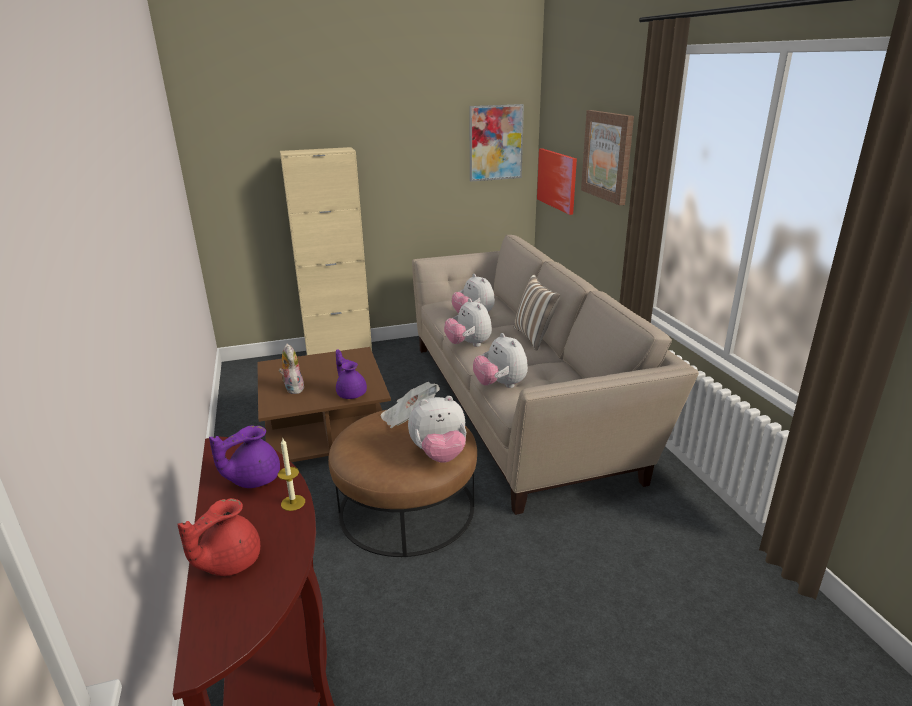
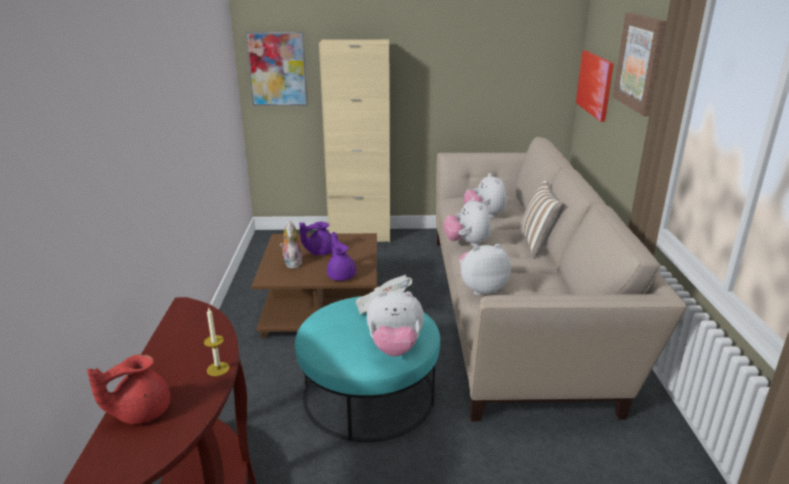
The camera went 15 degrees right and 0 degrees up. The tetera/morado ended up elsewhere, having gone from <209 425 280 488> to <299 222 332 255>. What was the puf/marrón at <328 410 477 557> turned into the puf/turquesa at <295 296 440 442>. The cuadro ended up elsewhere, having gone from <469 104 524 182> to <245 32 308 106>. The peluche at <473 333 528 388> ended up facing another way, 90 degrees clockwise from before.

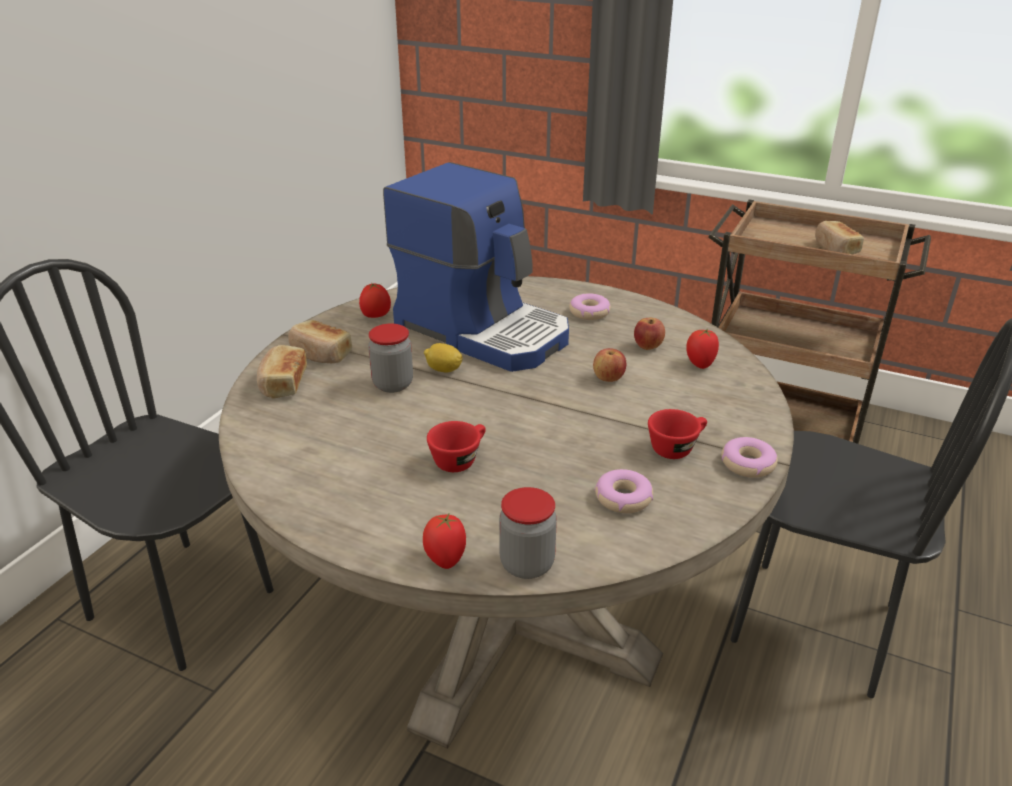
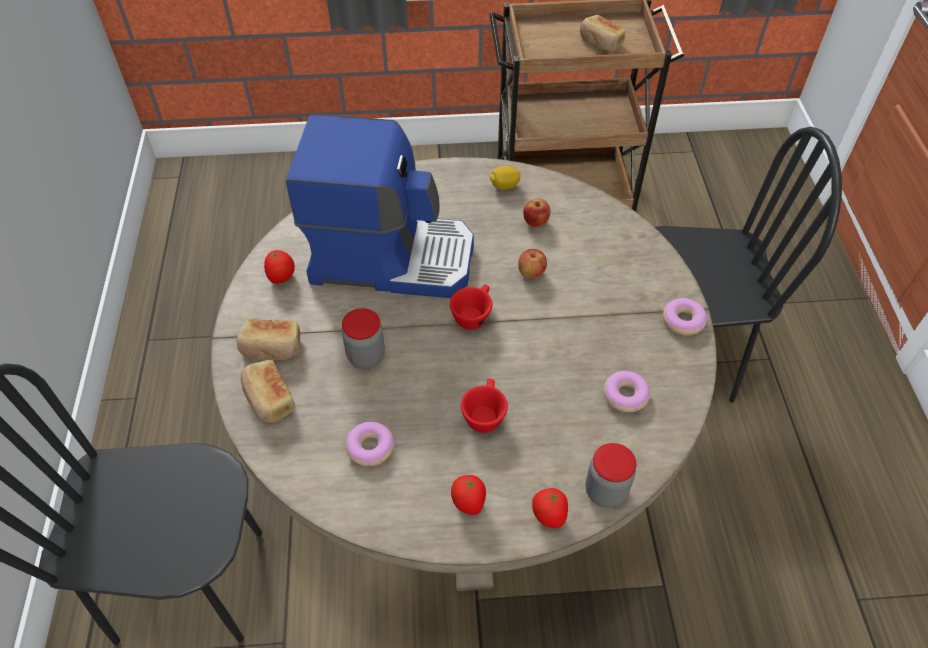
The camera went 30 degrees left and 20 degrees up. The limón ended up elsewhere, having gone from <424 343 463 373> to <490 166 521 190>. The rosquilla ended up elsewhere, having gone from <569 293 611 320> to <346 422 395 466>. The taza/rojo ended up elsewhere, having gone from <648 409 707 459> to <450 284 492 330>. The tomate ended up elsewhere, having gone from <686 329 719 369> to <451 475 486 515>.

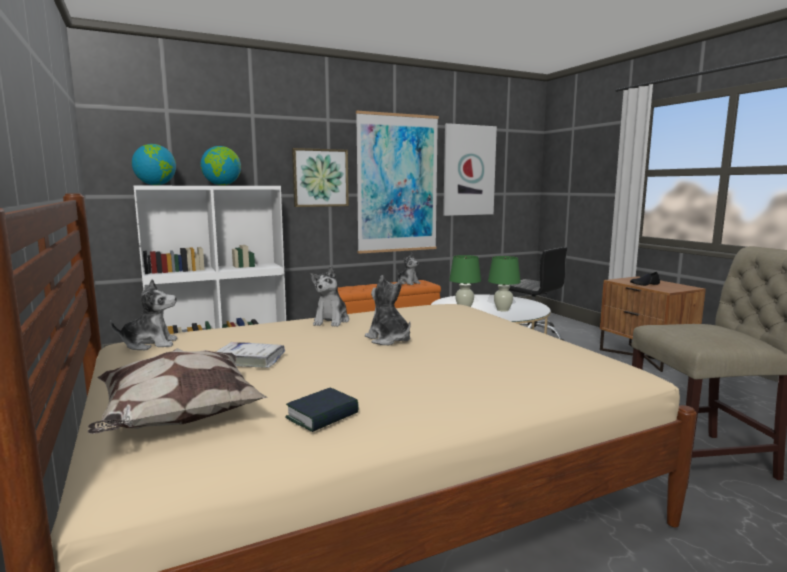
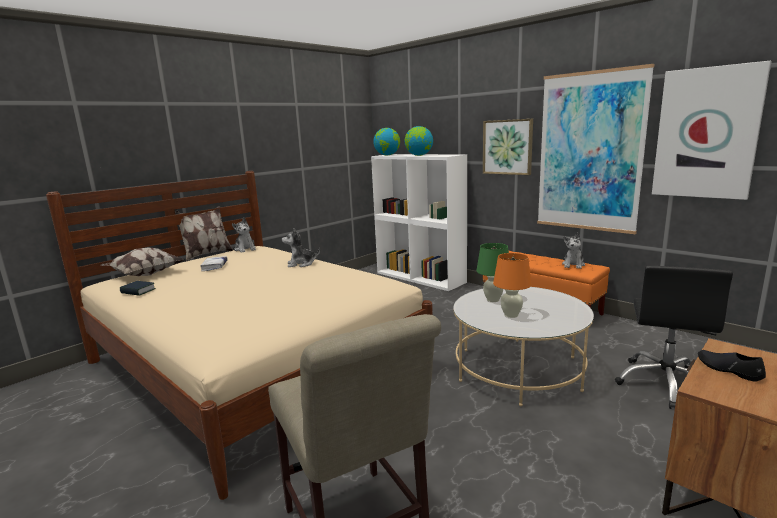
The camera went 70 degrees right and 5 degrees up. The second view lost the peluche at <365 275 410 345>. What was the lámpara de mesa/verde at <488 256 521 312> turned into the lámpara de mesa/naranja at <493 253 532 318>. The second view gained the cojín at <175 206 233 261>.

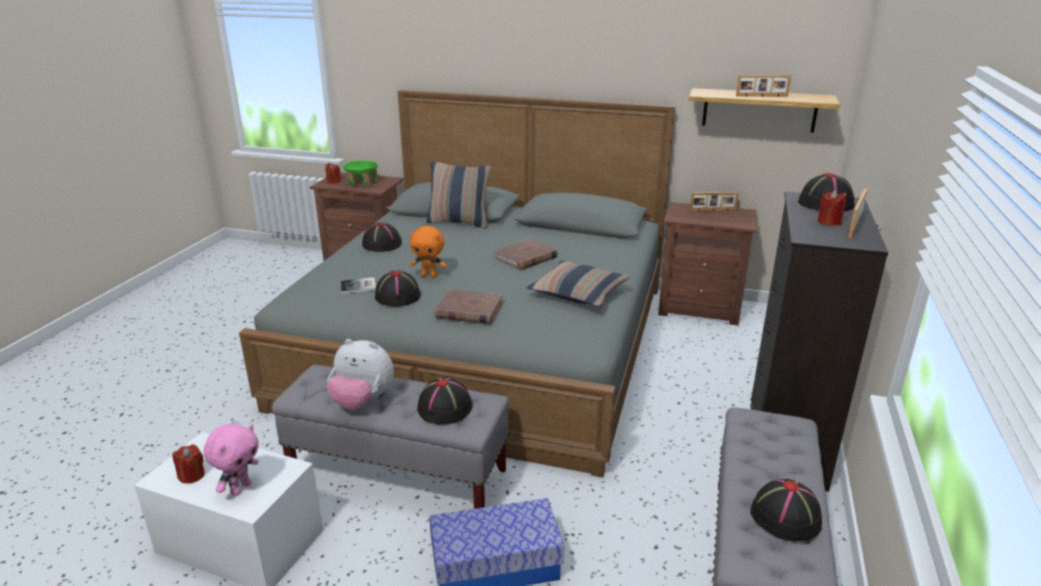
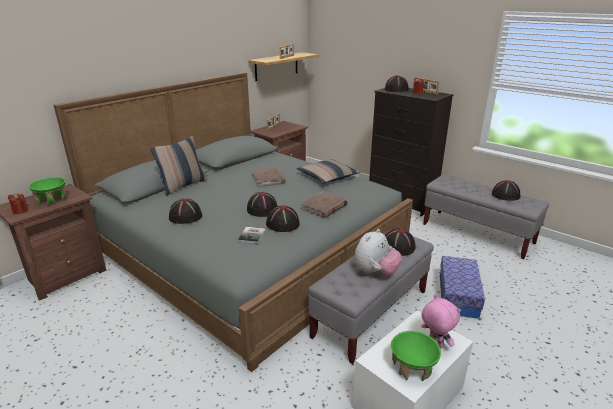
The camera went 65 degrees left and 0 degrees up. Where the vela/rojo stood at <172 444 205 484>, the cuenco/verde came to stand at <391 331 441 381>. Where the peluche/naranja stood at <409 226 447 278>, the sombrero/negro came to stand at <247 192 277 217>.

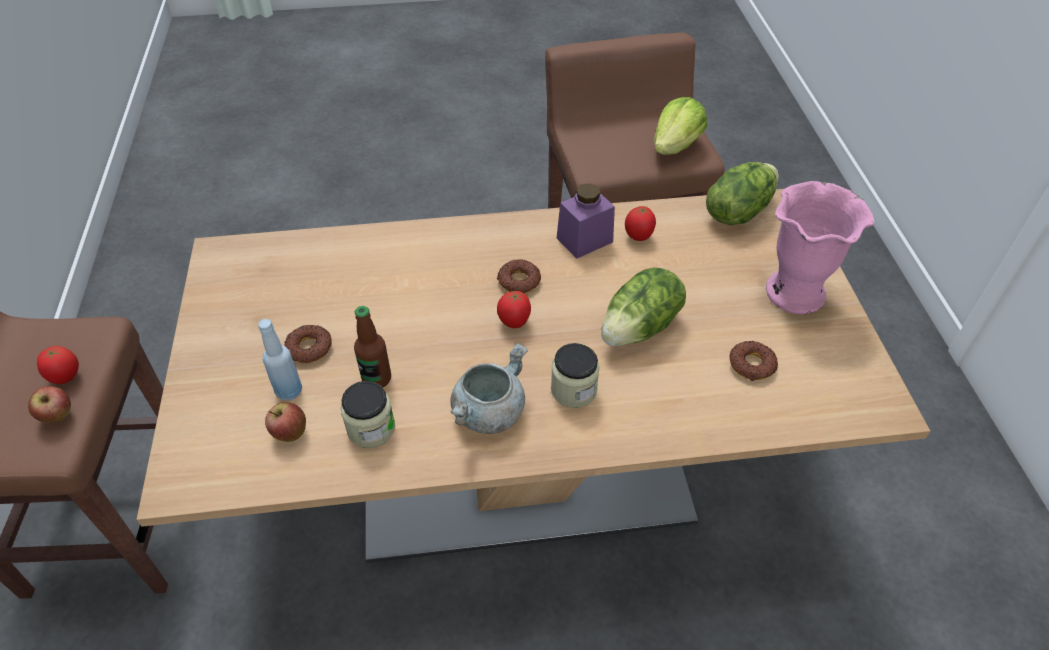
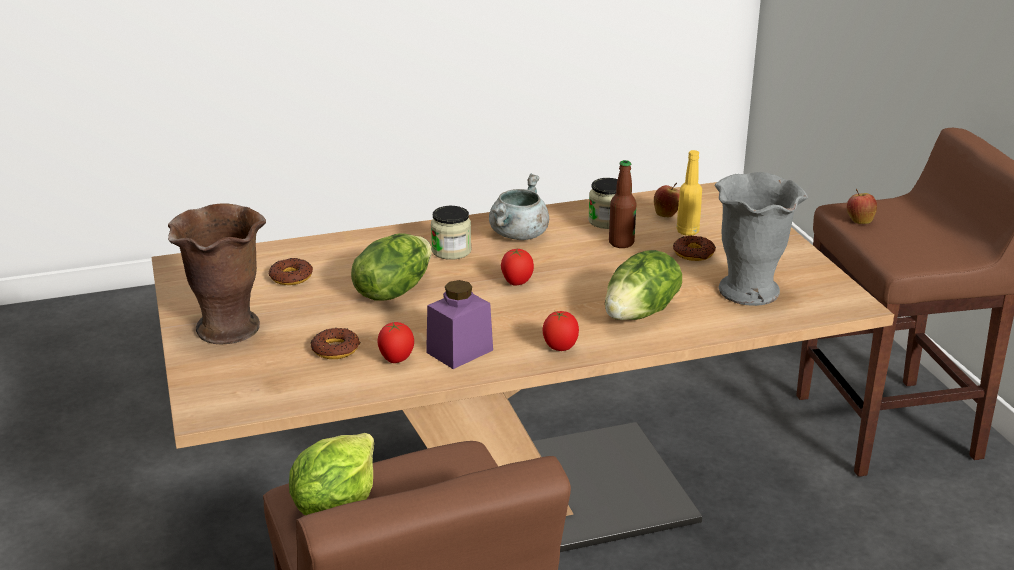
The camera went 170 degrees right and 20 degrees down. The tomate ended up elsewhere, having gone from <37 346 79 384> to <542 311 579 351>. What was the botella/azul at <258 319 302 400> turned into the botella/amarillo at <677 150 702 236>. The rosquilla ended up elsewhere, having gone from <497 259 541 293> to <311 328 361 359>. The lechuga ended up elsewhere, having gone from <706 162 779 225> to <605 250 682 320>. What was the florero/rosa at <766 181 874 314> turned into the florero/marrón at <168 203 266 345>. The second view gained the florero/gris at <714 172 808 306>.

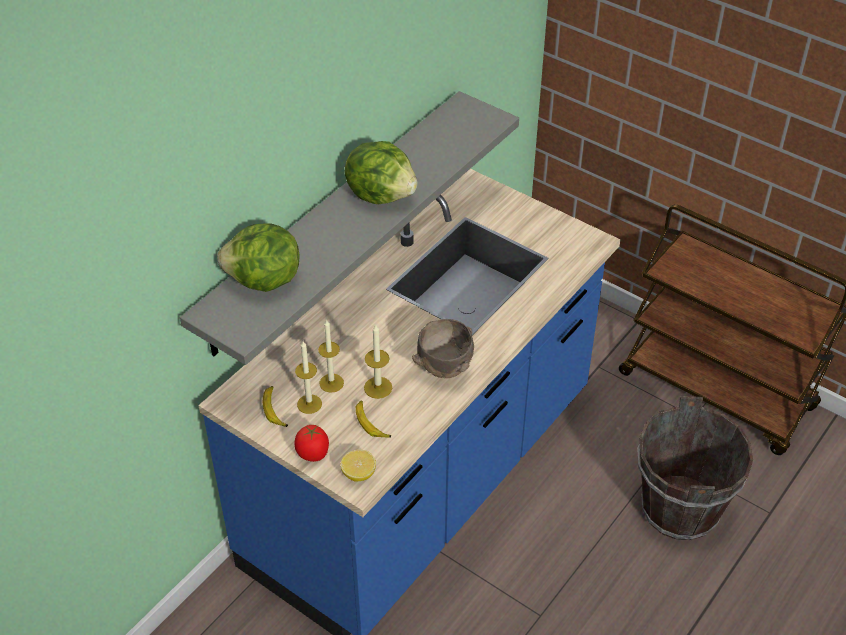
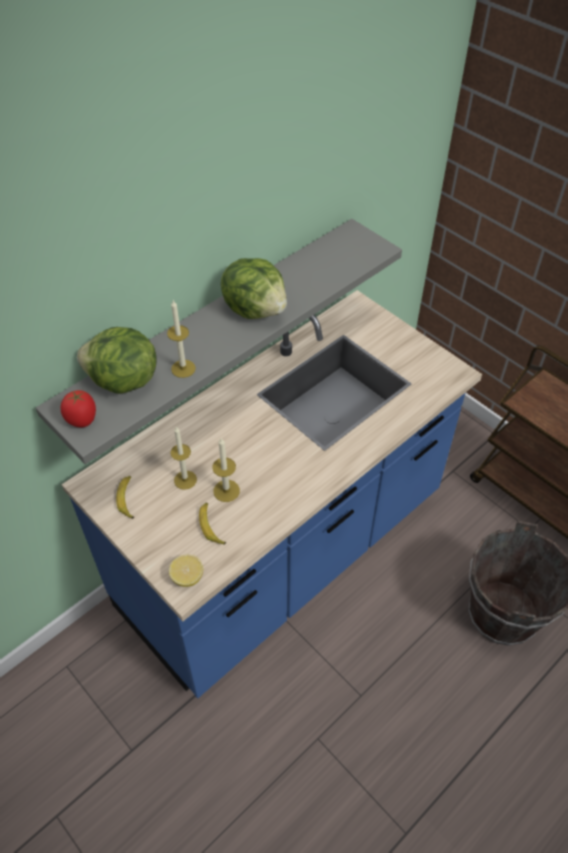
The camera went 10 degrees right and 5 degrees up. The tomate ended up elsewhere, having gone from <294 425 329 462> to <61 390 96 428>. The vela ended up elsewhere, having gone from <295 341 322 414> to <167 300 196 378>. The second view lost the cuenco/marrón at <412 319 474 378>.

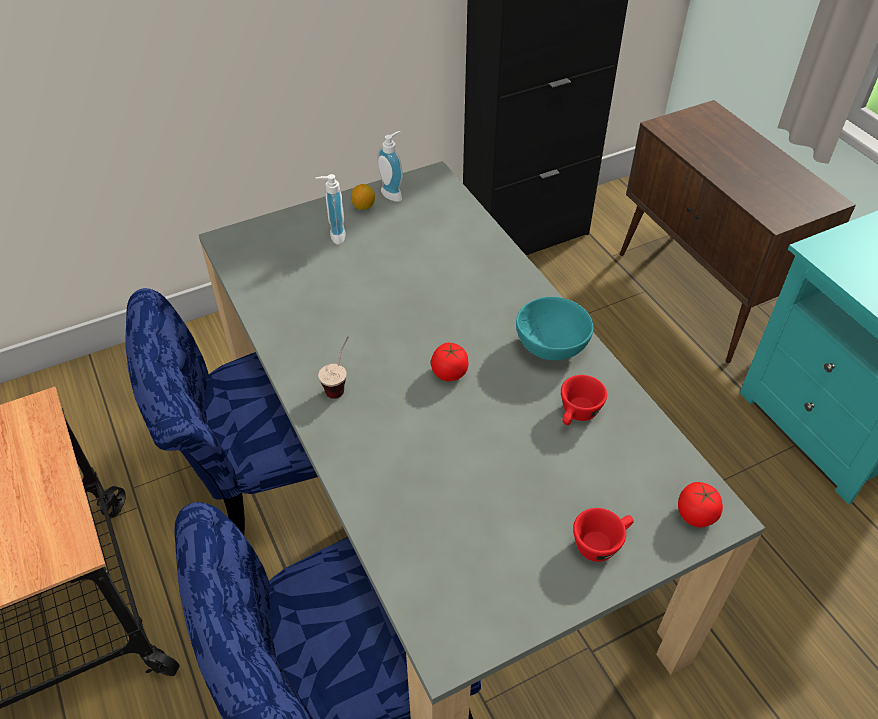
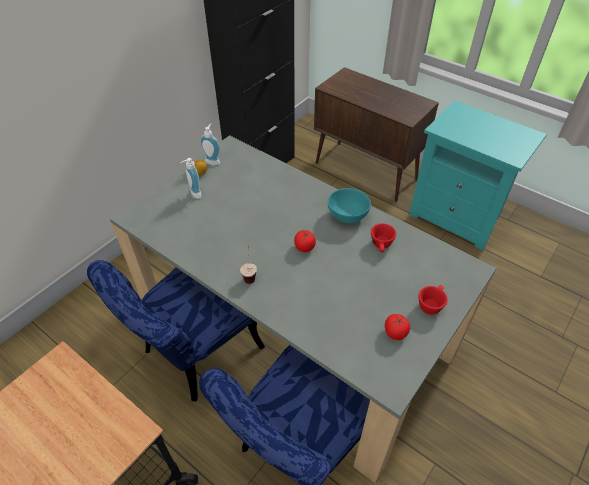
The camera went 25 degrees left and 0 degrees up. The tomate ended up elsewhere, having gone from <678 482 723 527> to <385 314 410 340>.

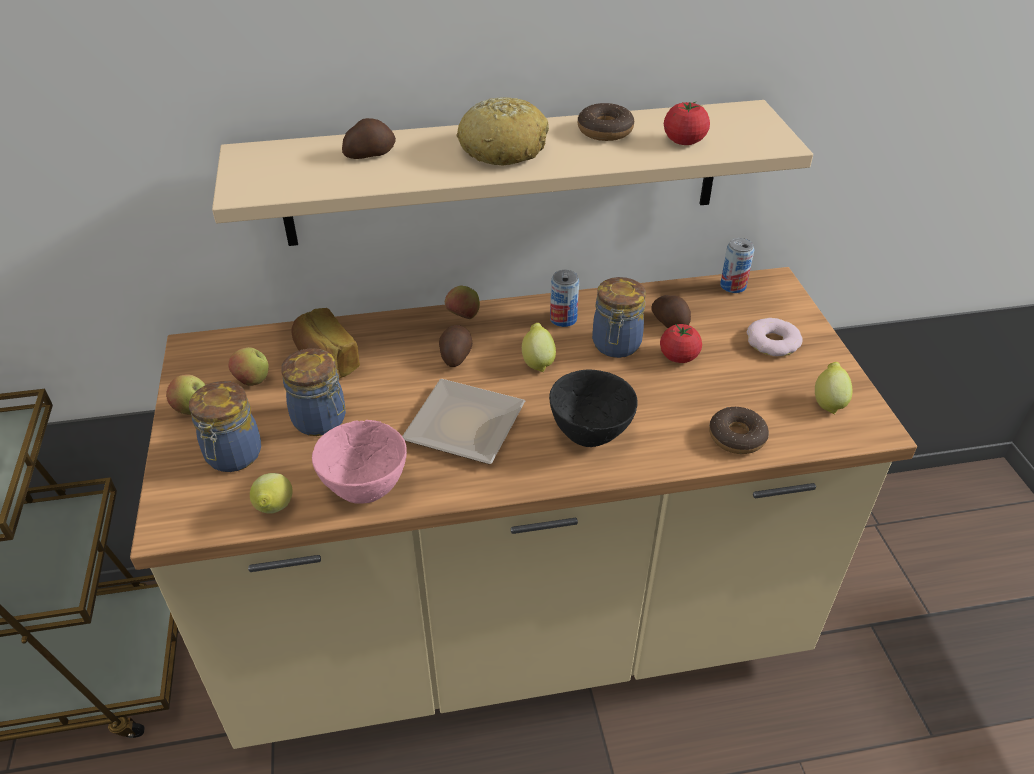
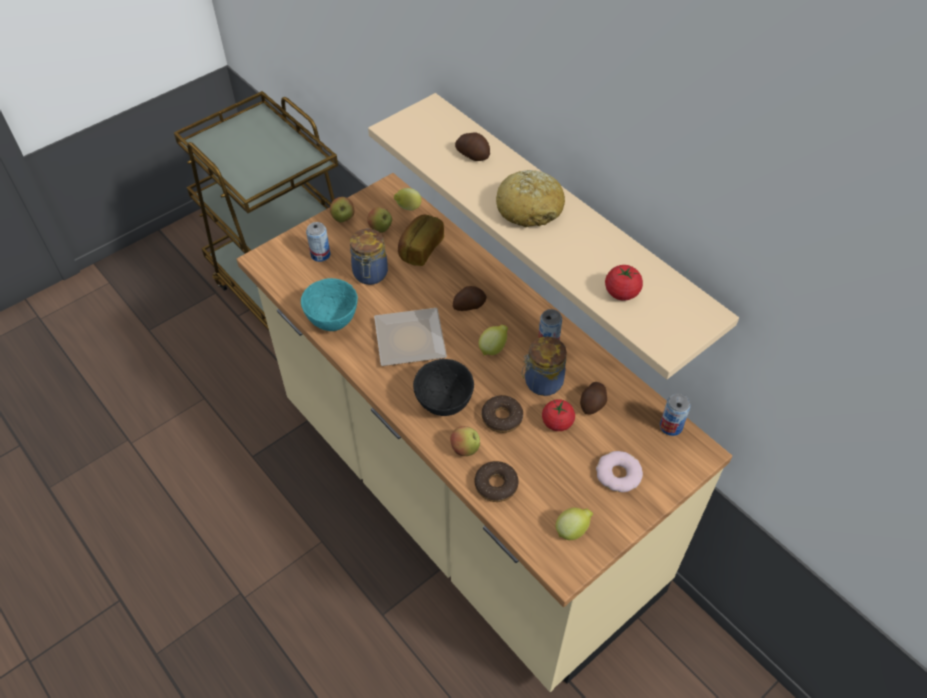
The camera went 60 degrees right and 10 degrees up. Where the tarro stood at <189 381 261 472>, the lata came to stand at <306 222 330 262>. The limón ended up elsewhere, having gone from <250 473 293 514> to <394 188 422 210>. What was the cuenco/rosa at <312 420 407 504> turned into the cuenco/turquesa at <301 278 358 331>. The manzana ended up elsewhere, having gone from <445 286 480 319> to <450 426 480 456>. The rosquilla ended up elsewhere, having gone from <578 103 634 141> to <482 395 523 433>.

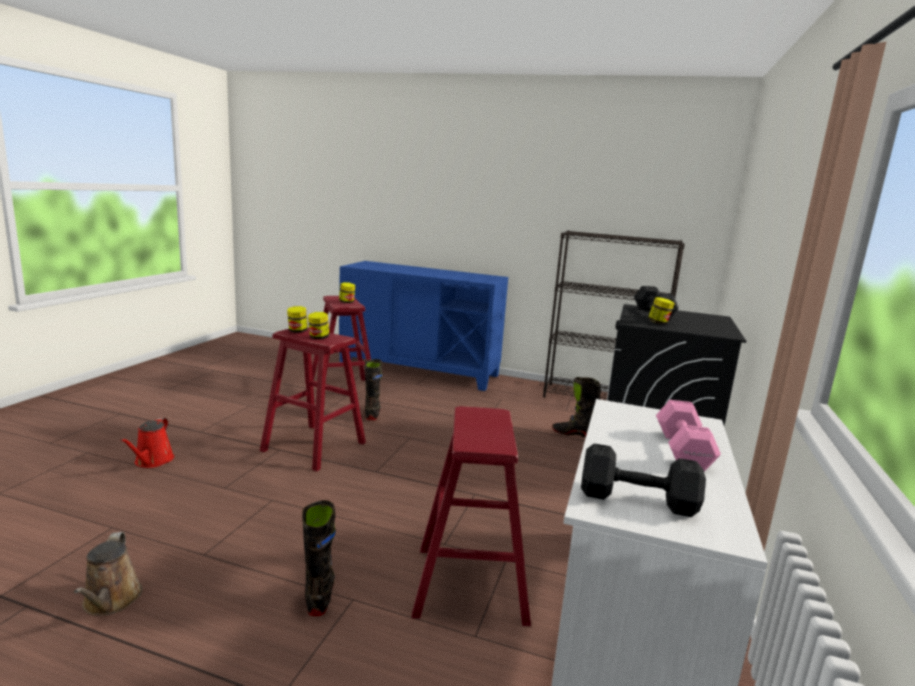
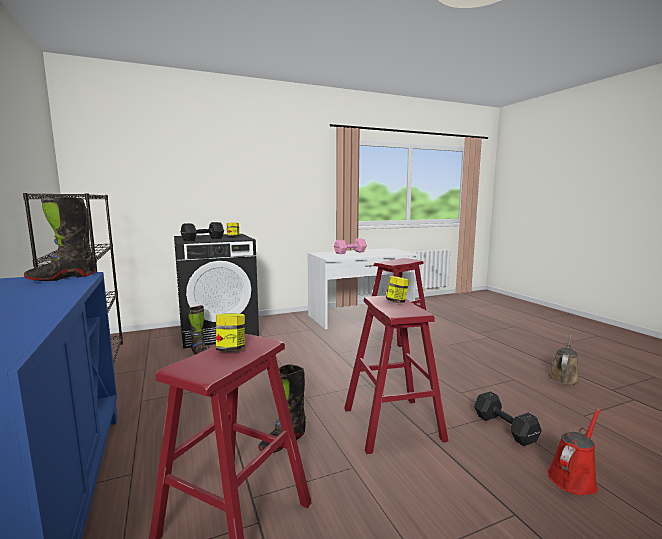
The camera went 130 degrees left and 5 degrees down. The second view lost the tarro at <287 306 308 333>. The bota/negro ended up elsewhere, having gone from <302 500 336 616> to <24 197 96 281>. The mancuerna/negro ended up elsewhere, having gone from <581 443 706 517> to <474 391 542 446>.

